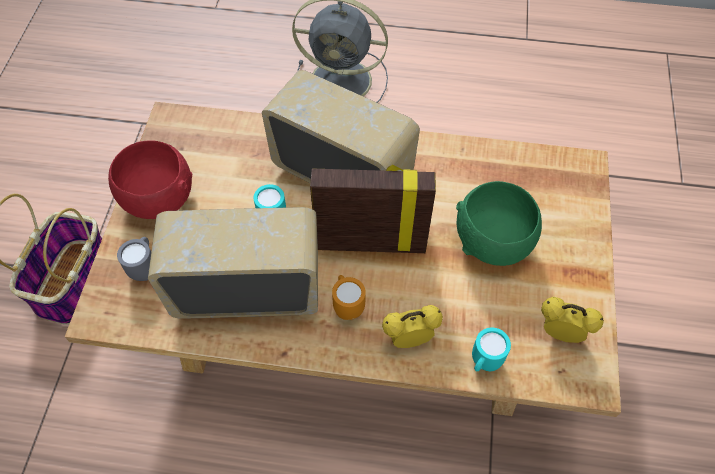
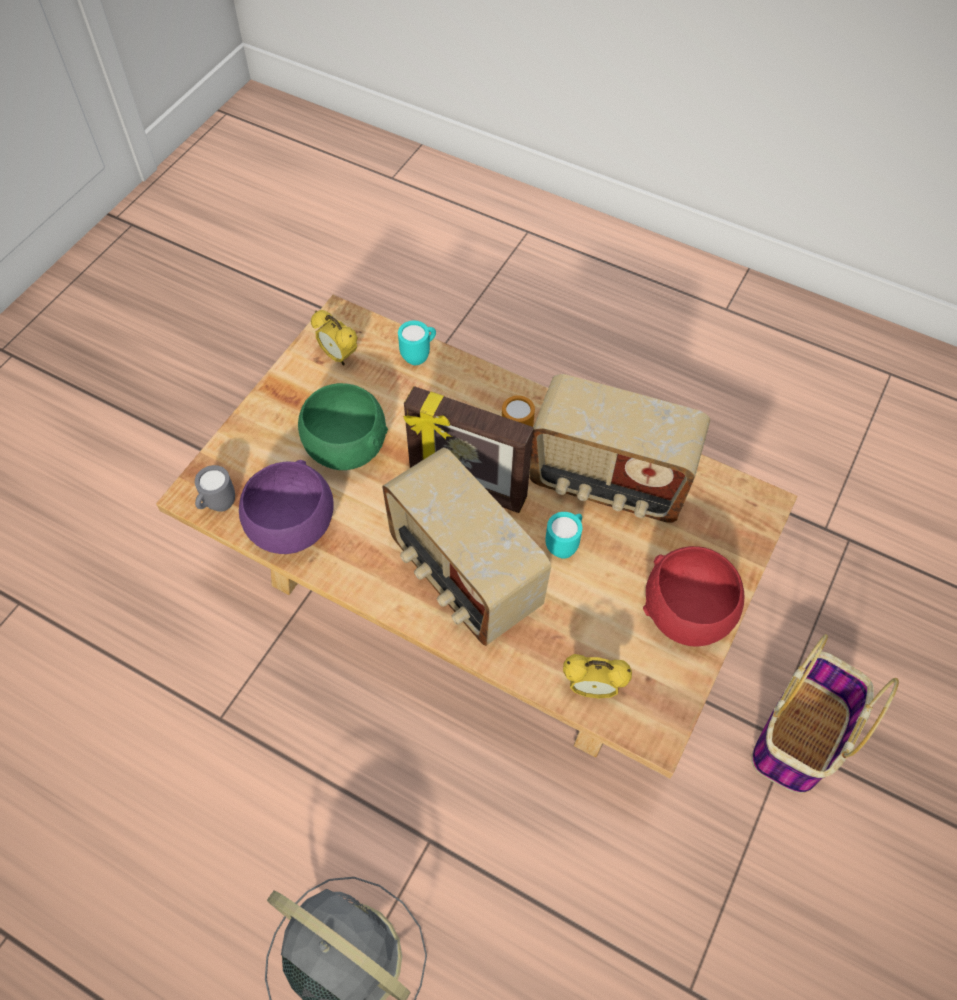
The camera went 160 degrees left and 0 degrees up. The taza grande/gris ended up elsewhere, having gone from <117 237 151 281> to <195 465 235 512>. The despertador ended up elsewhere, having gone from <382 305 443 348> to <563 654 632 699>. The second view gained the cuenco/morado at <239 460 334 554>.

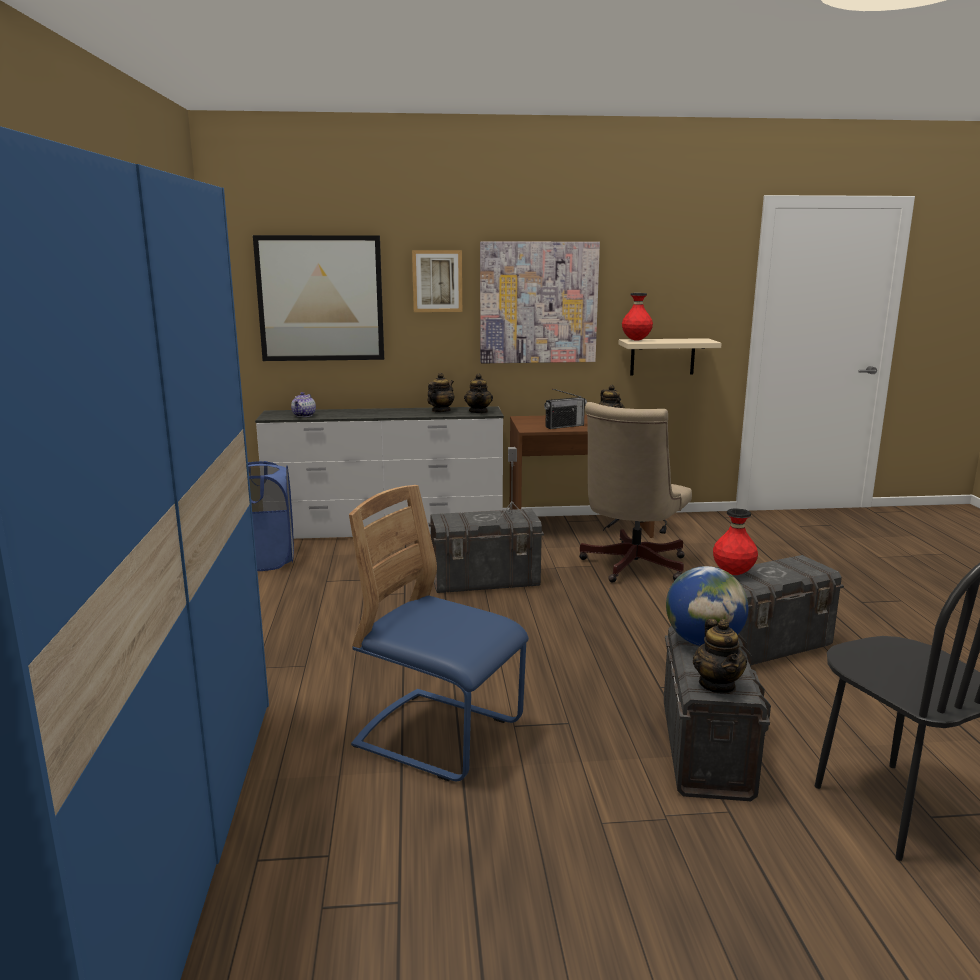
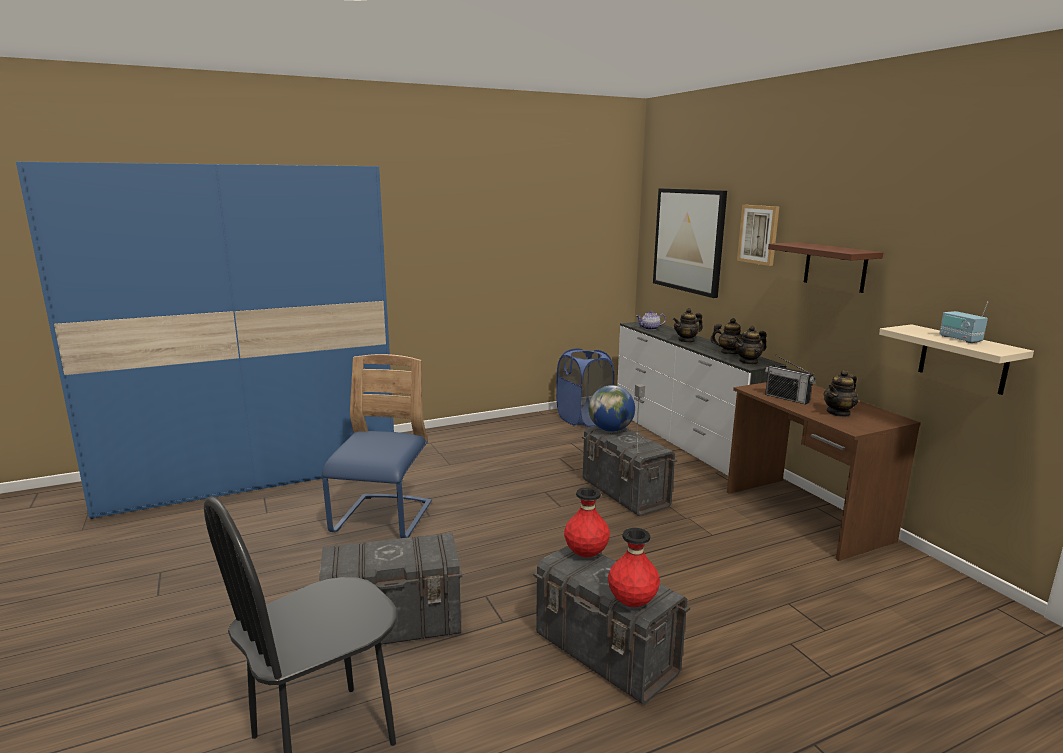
The camera went 70 degrees right and 0 degrees up. Where the cuadro hung at <480 242 600 363>, the estante/marrón came to hang at <768 242 883 293>. The second view lost the silla de oficina/beis at <579 402 692 583>. The florero/rojo ended up elsewhere, having gone from <622 293 653 341> to <608 528 660 607>. The globo terráqueo ended up elsewhere, having gone from <666 566 749 646> to <589 385 635 432>. The tetera ended up elsewhere, having gone from <693 619 747 694> to <673 308 703 343>. The second view gained the radio at <939 301 988 343>.

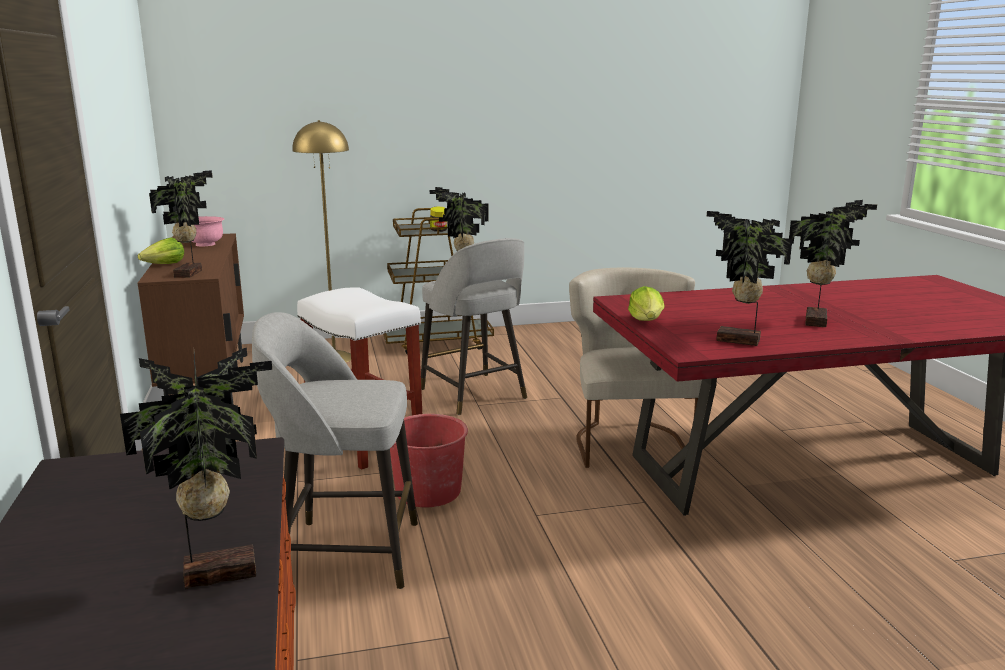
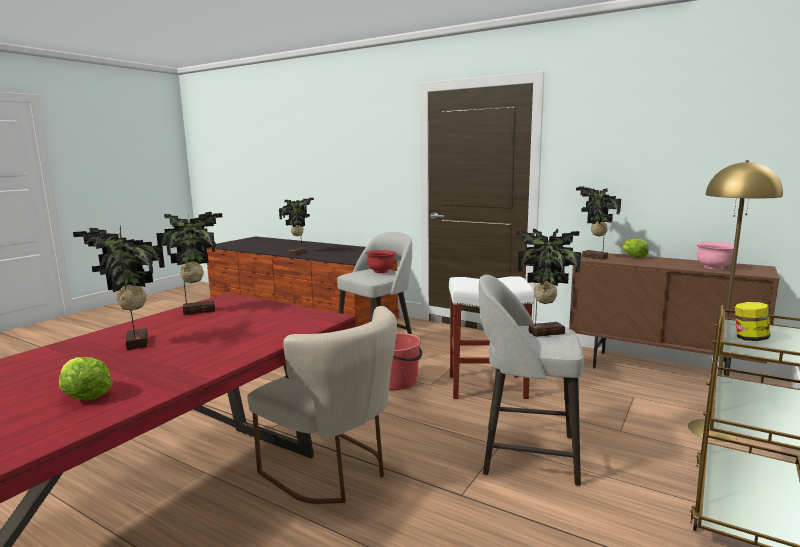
The camera went 135 degrees right and 5 degrees down. The lechuga ended up elsewhere, having gone from <628 286 664 321> to <59 357 113 400>. The second view gained the cuenco/rojo at <365 250 396 273>.

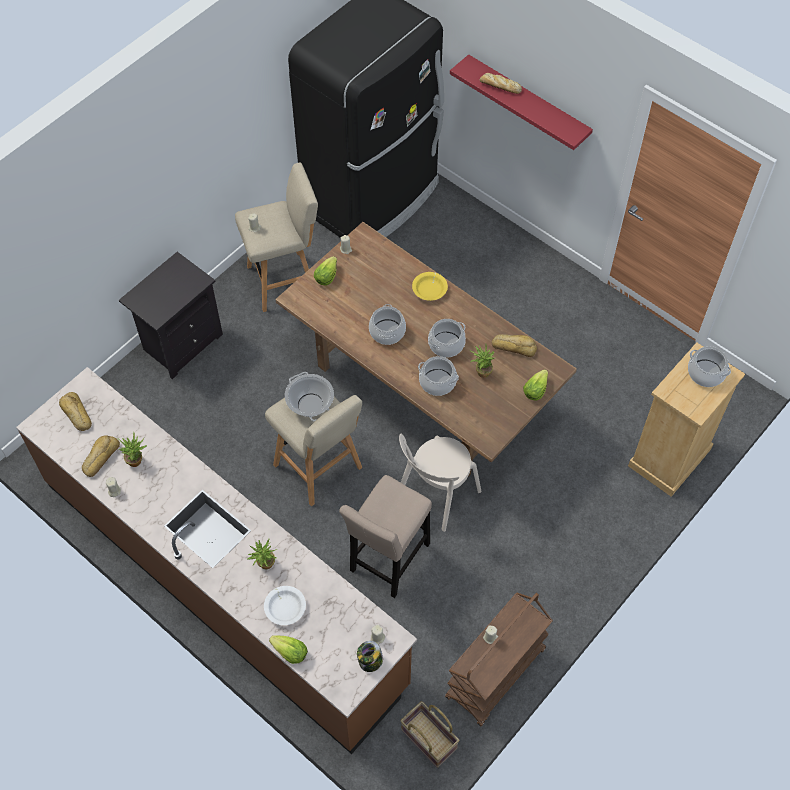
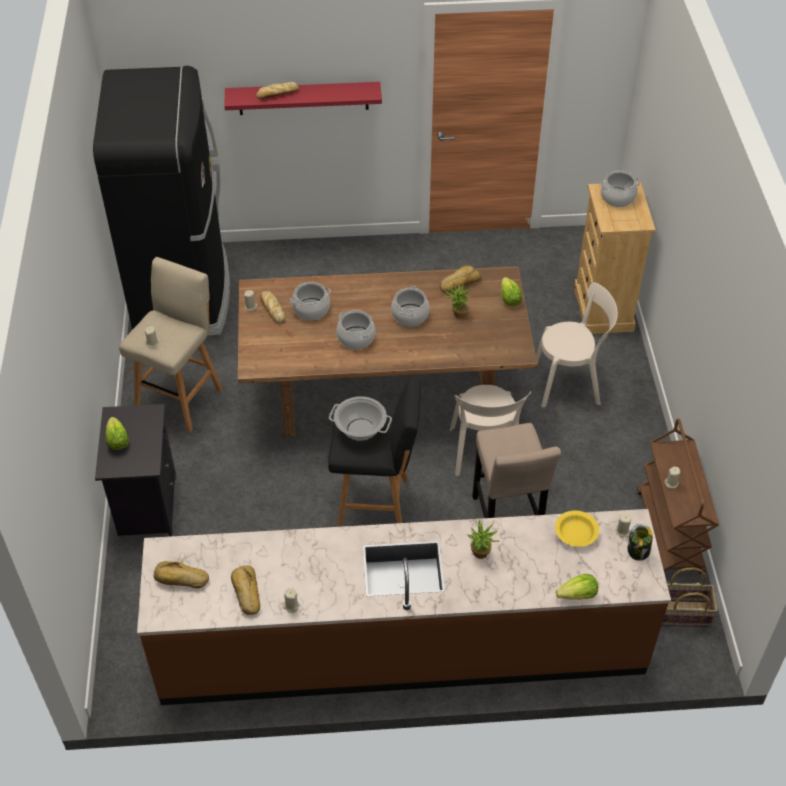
The camera went 45 degrees left and 10 degrees down. The second view lost the planta en maceta at <117 432 147 467>. The second view lost the cuenco/blanco at <264 586 306 625>. What was the taburete/beis at <265 395 362 506> turned into the taburete/negro at <328 377 421 527>. The lechuga ended up elsewhere, having gone from <314 256 337 286> to <106 417 129 450>. The cuenco/amarillo ended up elsewhere, having gone from <412 272 448 301> to <555 511 599 547>. The olla ended up elsewhere, having gone from <418 356 459 396> to <290 282 331 320>. The second view gained the pan at <260 291 285 324>. The second view gained the silla/beis at <536 282 618 408>.

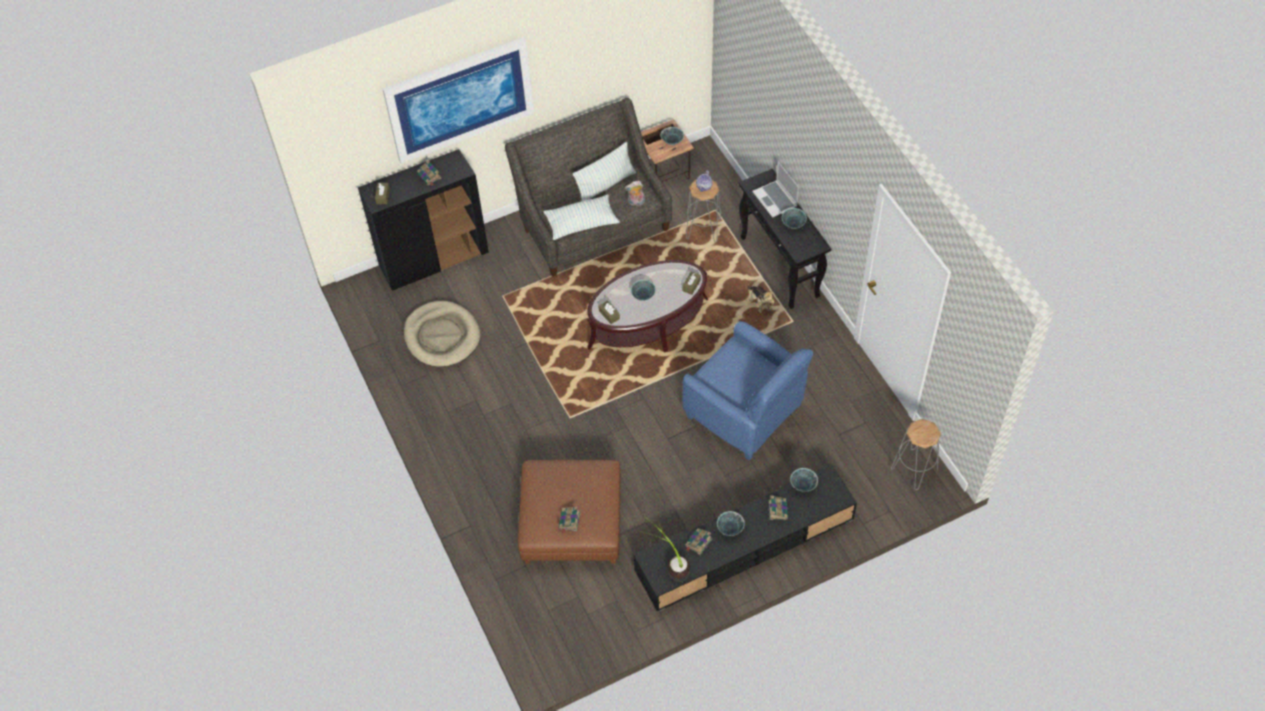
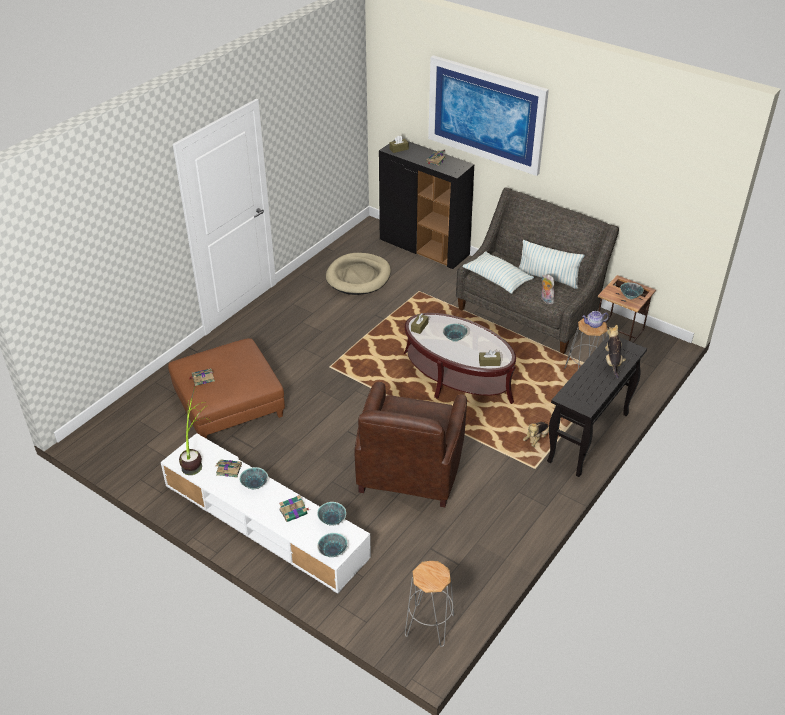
The camera went 60 degrees right and 15 degrees down. What was the mueble de televisión/negro at <634 464 857 612> turned into the mueble de televisión/blanco at <161 433 371 594>. What was the sillón/azul at <683 321 813 460> turned into the sillón/marrón at <354 382 467 507>. Where the portátil stood at <752 161 799 218>, the peluche came to stand at <605 324 626 379>. The cuenco ended up elsewhere, having gone from <782 208 807 229> to <317 533 348 557>.

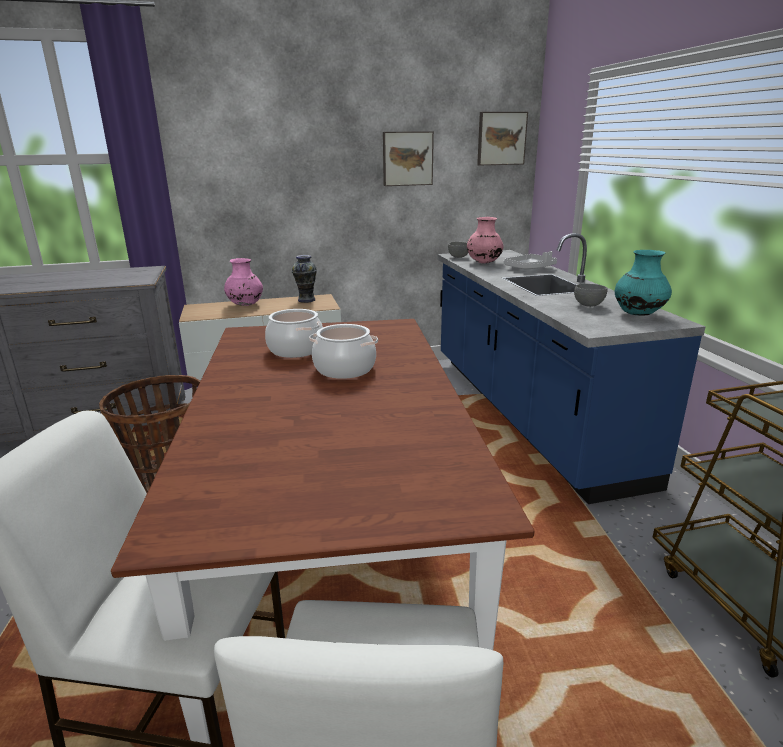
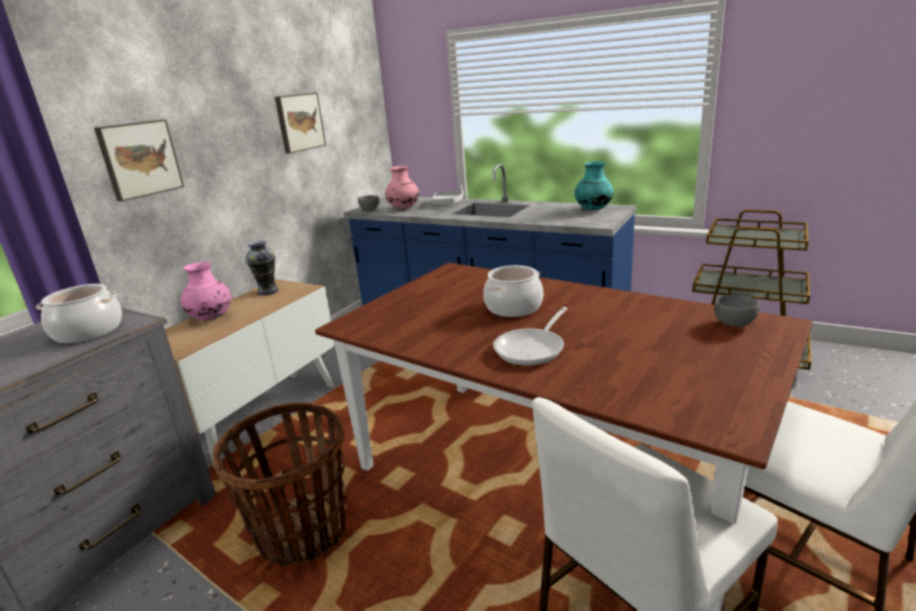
The camera went 45 degrees left and 0 degrees up. The olla ended up elsewhere, having gone from <265 309 323 358> to <36 284 122 343>. The cuadro ended up elsewhere, having gone from <477 112 528 165> to <94 119 184 201>. The cuenco/gris ended up elsewhere, having gone from <574 284 608 307> to <714 295 760 327>. The second view gained the sartén at <493 307 568 365>.

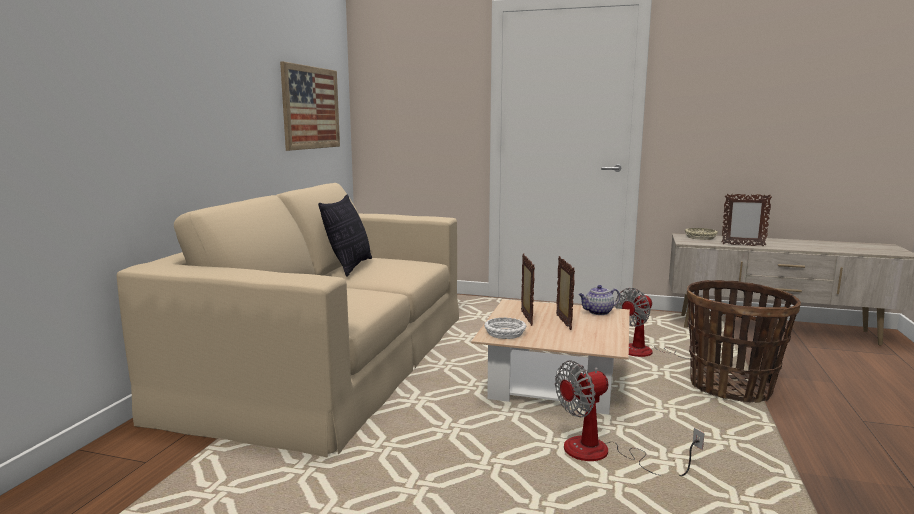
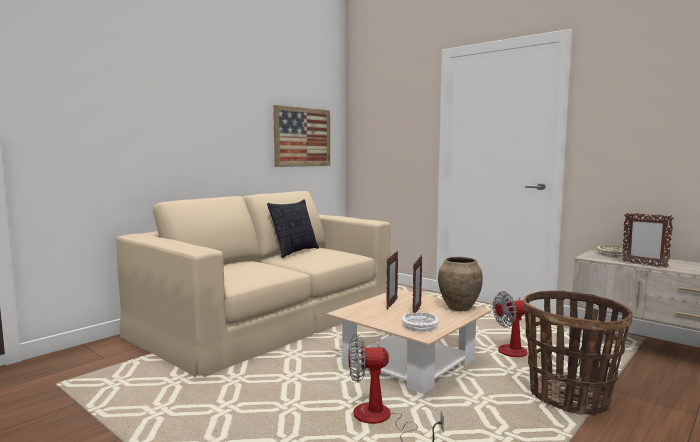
The camera went 25 degrees right and 5 degrees down. The cuenco/blanco ended up elsewhere, having gone from <484 317 526 339> to <401 312 439 332>. Where the tetera stood at <578 285 620 315>, the florero/marrón came to stand at <438 257 483 311>.

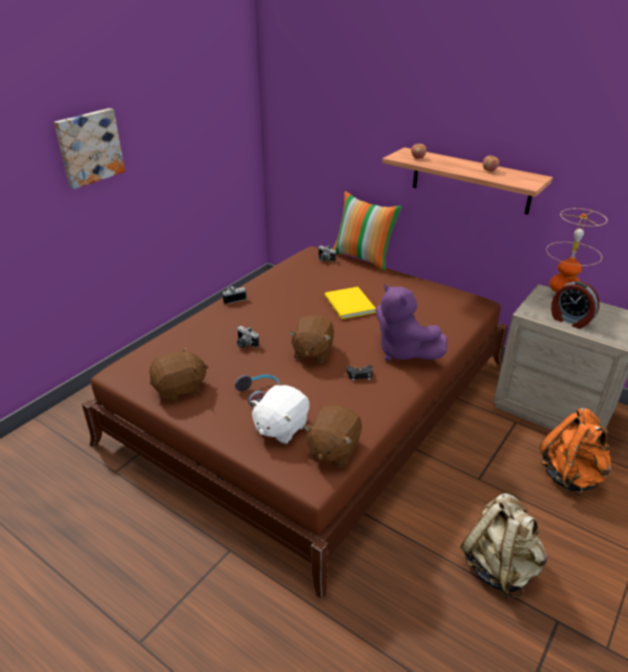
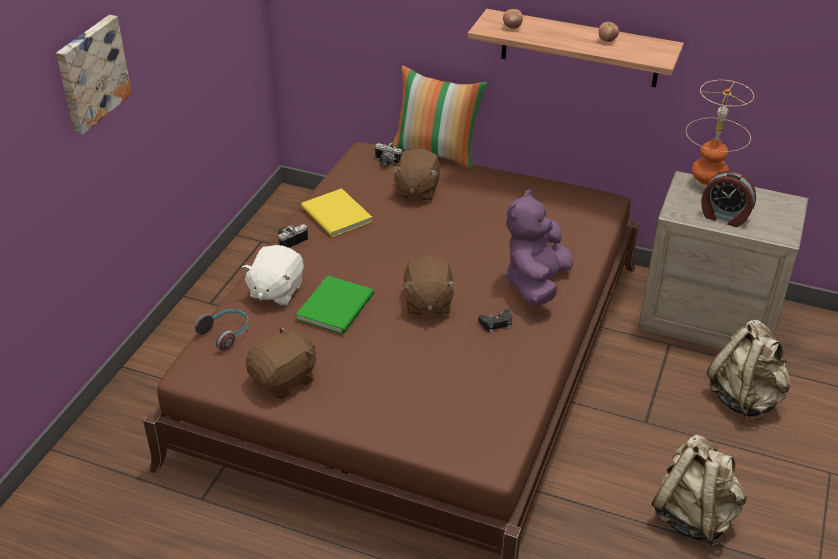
The camera went 15 degrees left and 5 degrees up. The auriculares ended up elsewhere, having gone from <235 375 279 407> to <195 309 249 351>. Where the cámara stood at <237 326 259 348>, the libro/verde came to stand at <296 276 374 334>. The peluche/blanco ended up elsewhere, having gone from <250 385 309 444> to <242 245 304 306>. The peluche/marrón ended up elsewhere, having gone from <303 405 362 467> to <391 149 440 201>. The libro/amarillo ended up elsewhere, having gone from <325 287 376 319> to <301 188 372 237>. The peluche/morado at <376 283 447 361> ended up facing another way, 75 degrees clockwise from before. What was the mochila/naranja at <539 408 611 495> turned into the mochila/beis at <707 320 791 420>.

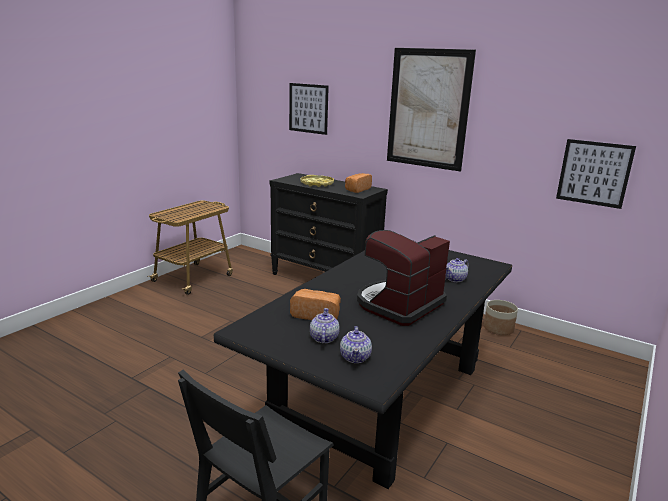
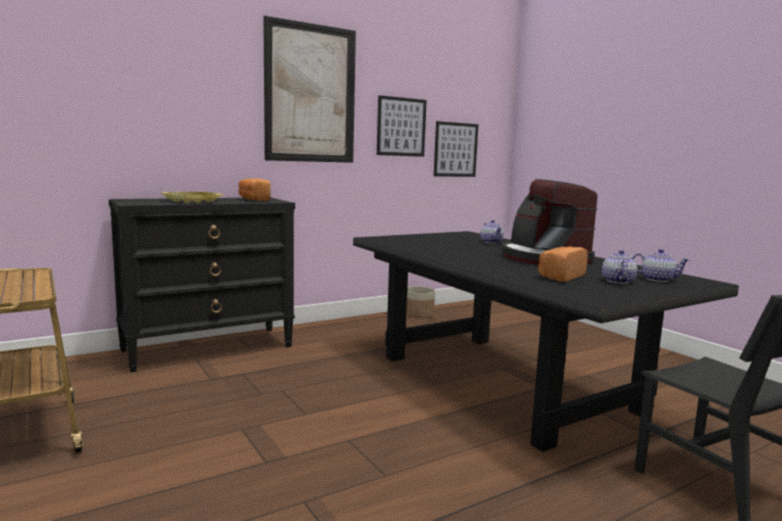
The camera went 65 degrees left and 10 degrees down. The cuadro ended up elsewhere, having gone from <289 83 329 135> to <377 95 427 157>. The tetera at <310 308 340 344> ended up facing another way, 75 degrees clockwise from before.

